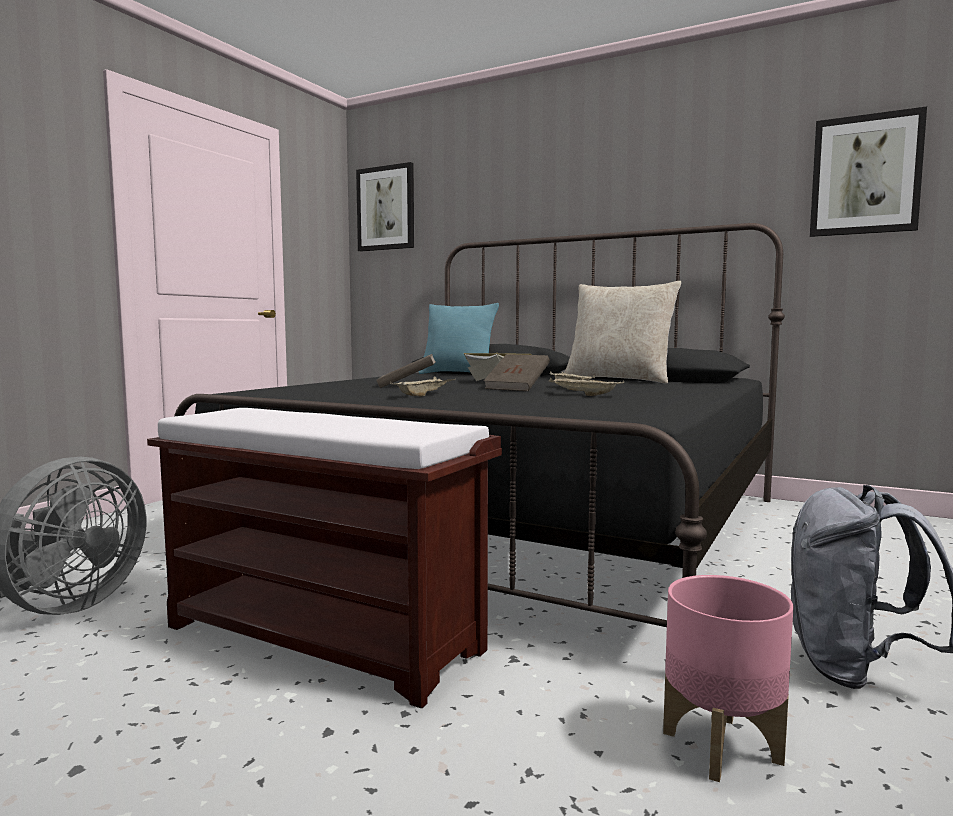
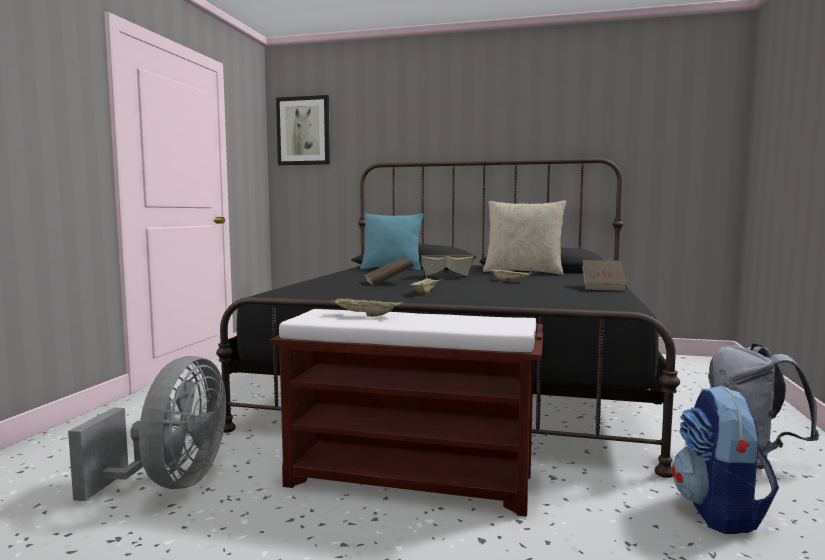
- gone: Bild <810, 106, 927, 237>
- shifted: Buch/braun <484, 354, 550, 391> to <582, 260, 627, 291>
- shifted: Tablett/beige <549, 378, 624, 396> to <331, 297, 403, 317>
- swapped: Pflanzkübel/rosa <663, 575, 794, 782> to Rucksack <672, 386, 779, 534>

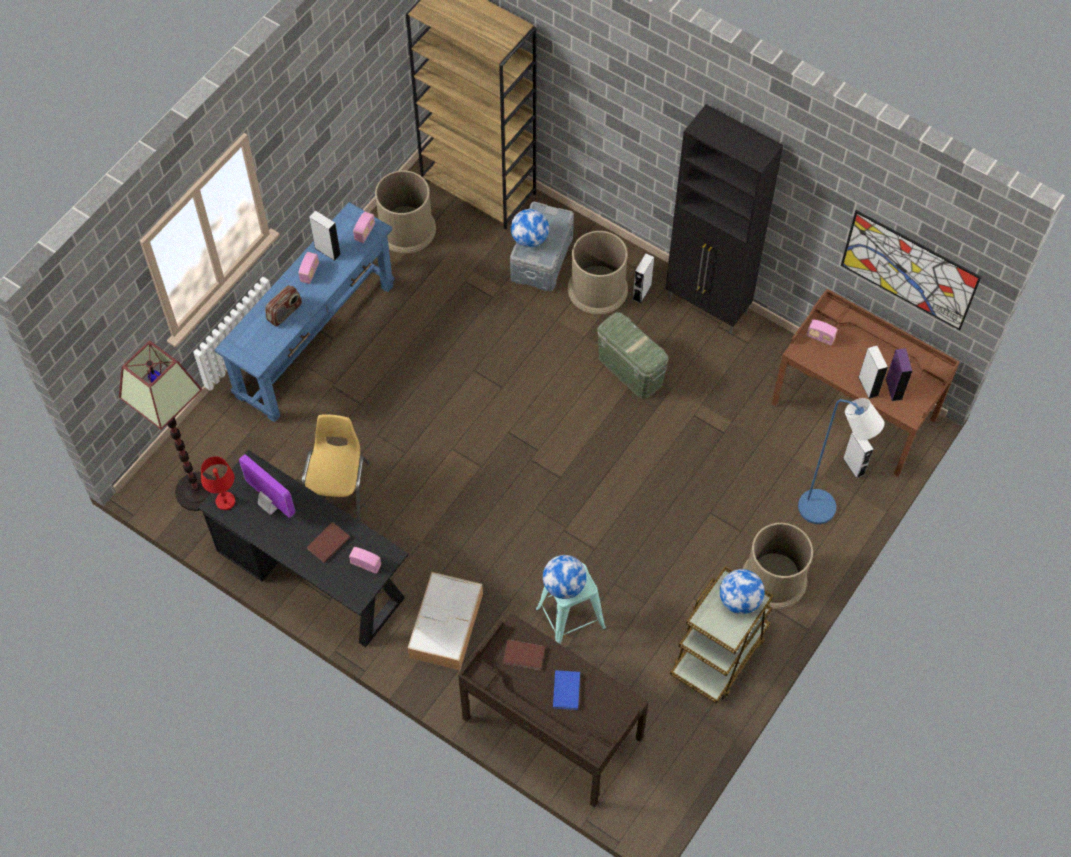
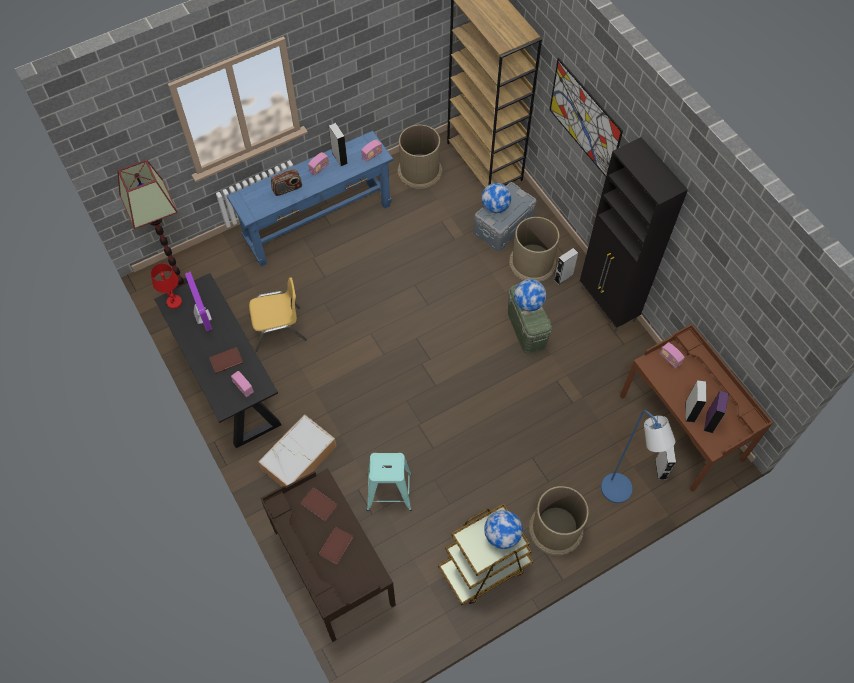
- shifted: Bild <841, 210, 981, 330> to <550, 58, 623, 177>
- rotated: Stuhl/gelb <302, 414, 369, 521> = <249, 277, 307, 352> 45 degrees clockwise
- shifted: Globus <543, 555, 587, 599> to <514, 279, 546, 311>
- repainted: Buch/blau <553, 670, 580, 710> to Buch/braun <319, 527, 353, 565>

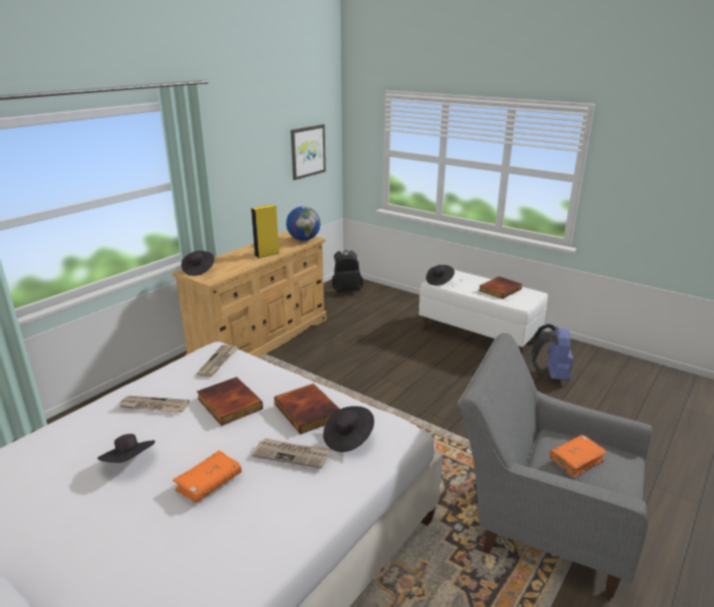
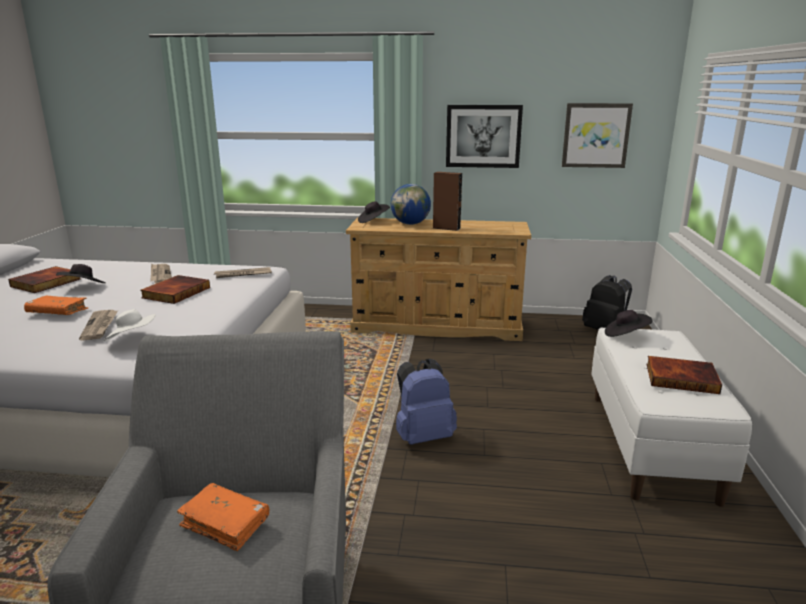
- repainted: Lautsprecher/gelb <251, 204, 279, 258> to Lautsprecher/braun <433, 172, 462, 231>
- shifted: Globus <286, 206, 320, 241> to <391, 184, 431, 225>
- shifted: Rucksack/blau <531, 324, 573, 381> to <396, 359, 457, 445>
- shifted: Buch <274, 383, 339, 434> to <8, 266, 81, 293>
- repainted: Hut/schwarz <323, 406, 374, 452> to Hut/weiß <104, 309, 156, 341>
- new: Bild <446, 105, 523, 168>

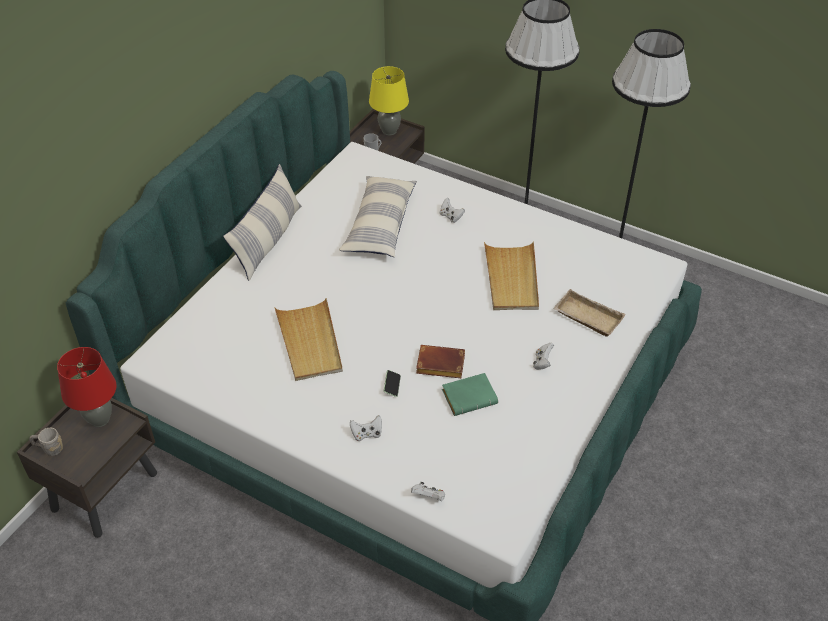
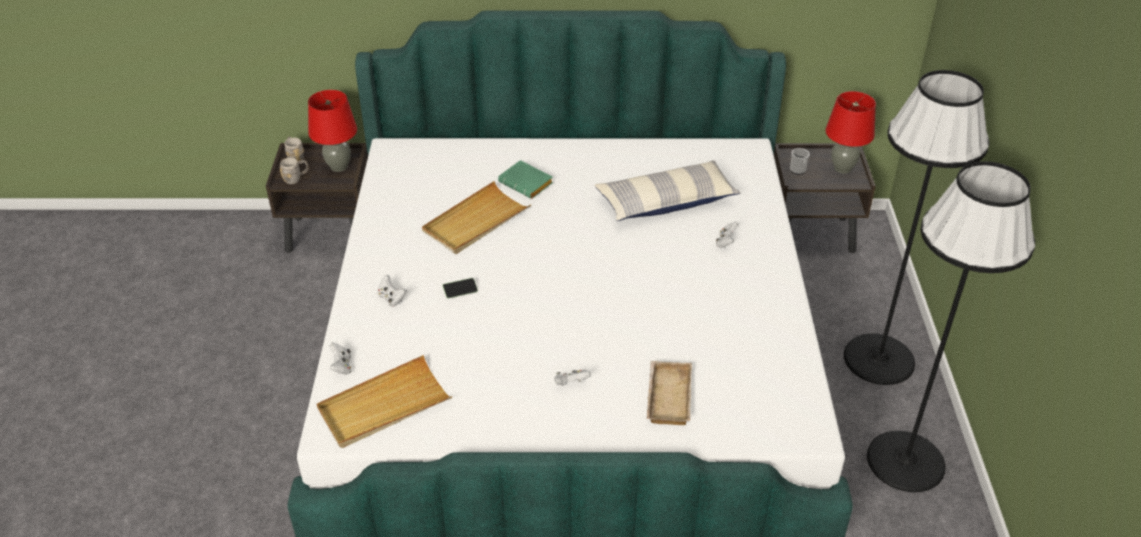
- repainted: Tischlampe/gelb <369, 66, 409, 136> to Tischlampe/rot <826, 91, 876, 173>
- gone: Kissen <223, 164, 301, 281>
- shifted: Tablett/beige <484, 242, 539, 310> to <317, 355, 452, 448>
- gone: Buch/braun <416, 345, 465, 378>
- shifted: Buch/grün <442, 373, 498, 416> to <498, 160, 553, 199>
- new: Henkelbecher/grau <280, 158, 309, 184>

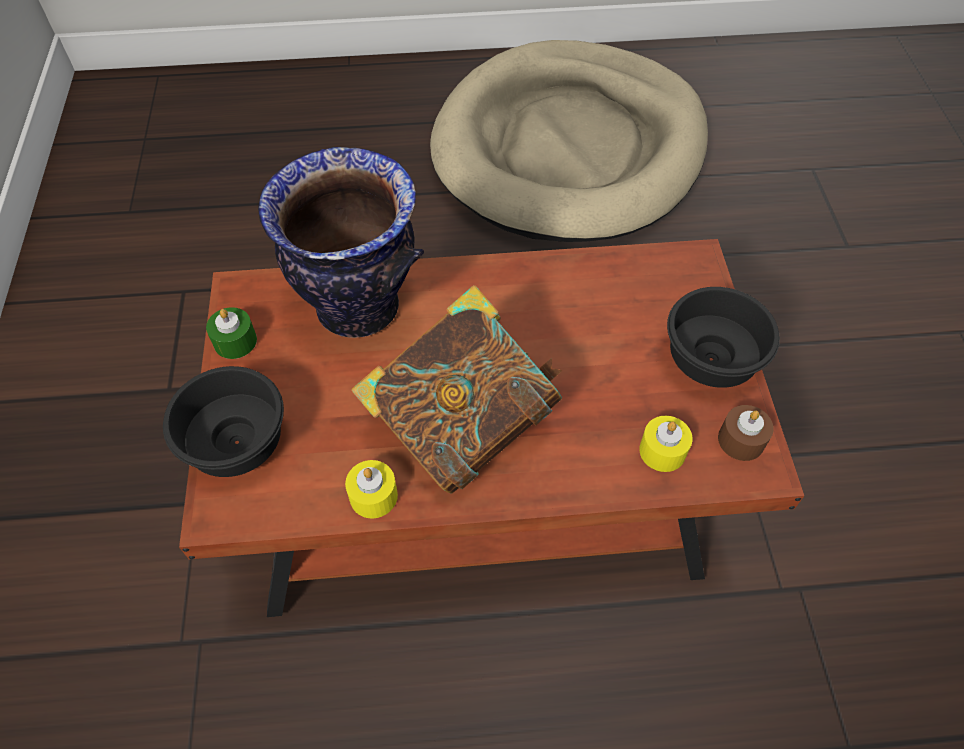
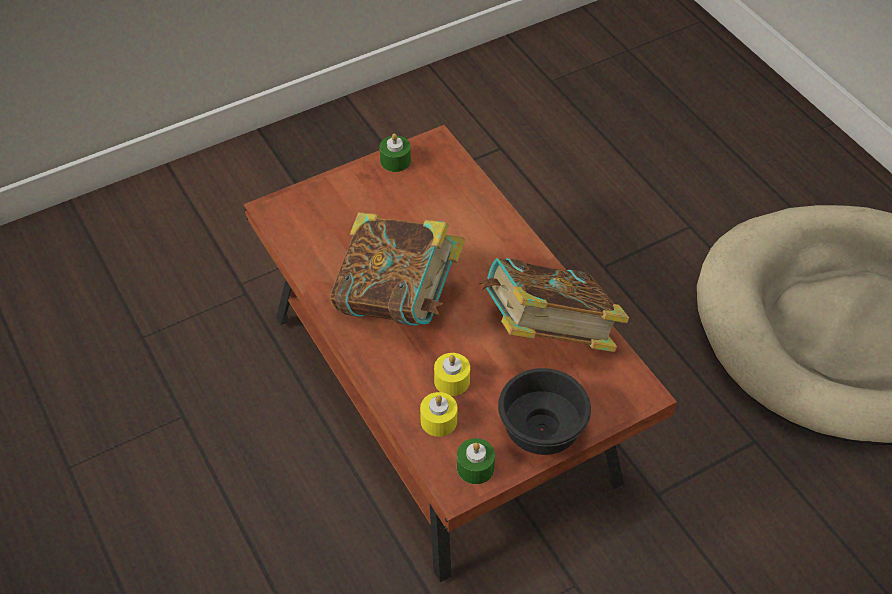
- gone: Vase <258, 147, 424, 338>
- gone: Schüssel/schwarz <163, 366, 284, 477>
- repainted: Kerze/braun <718, 405, 774, 461> to Kerze/grün <457, 438, 495, 484>
- shifted: Kerze/gelb <345, 460, 398, 519> to <434, 353, 470, 396>
- new: Buch <478, 258, 629, 352>

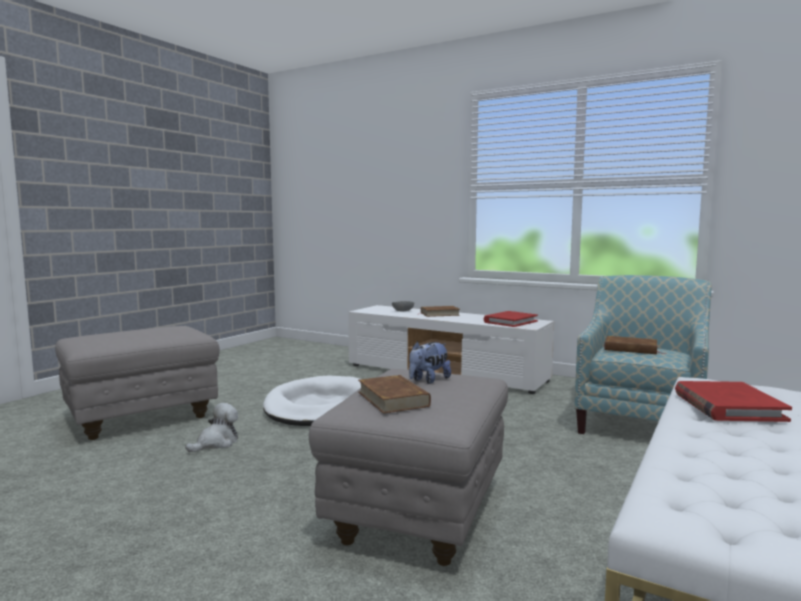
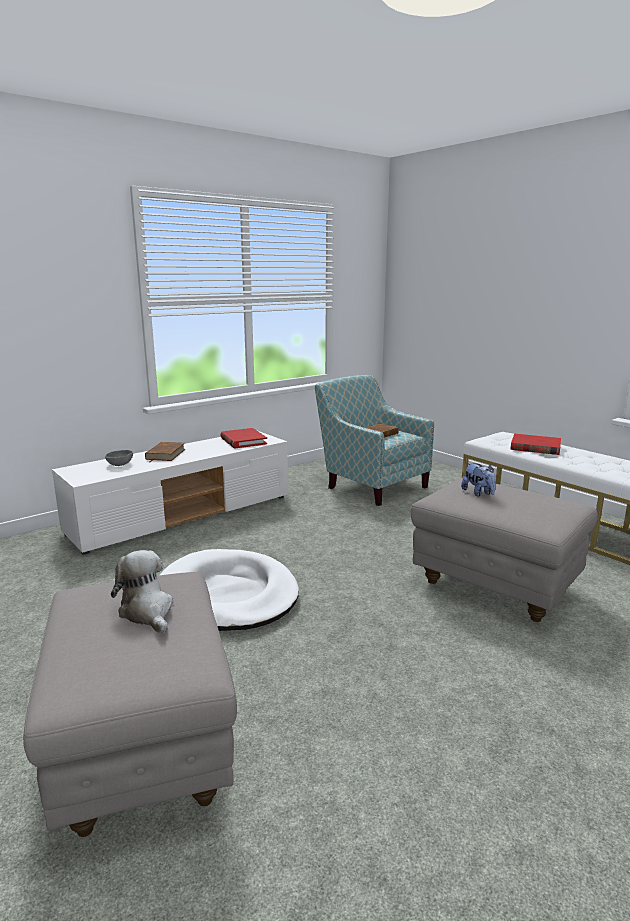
- gone: Buch/braun <358, 375, 431, 414>
- shifted: Plüschtier <185, 403, 238, 452> to <111, 550, 174, 634>

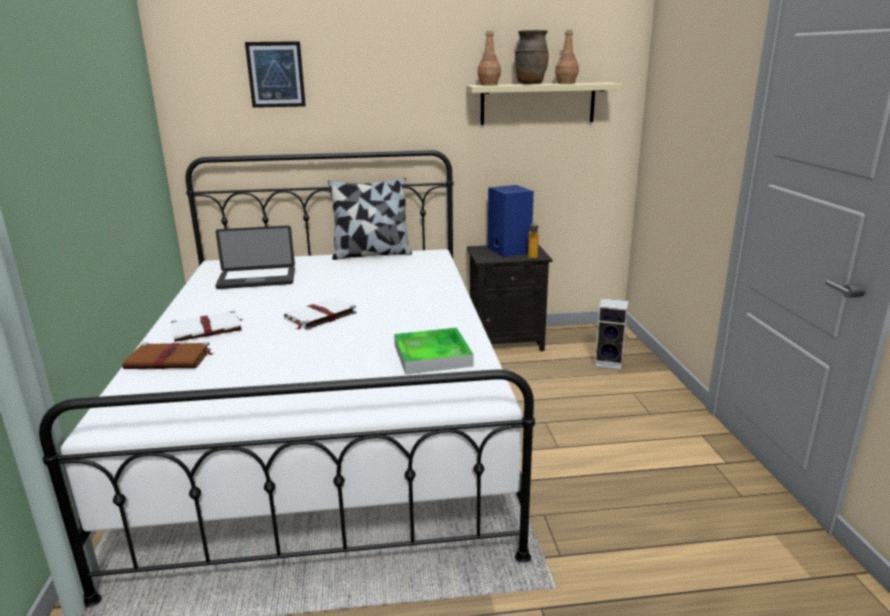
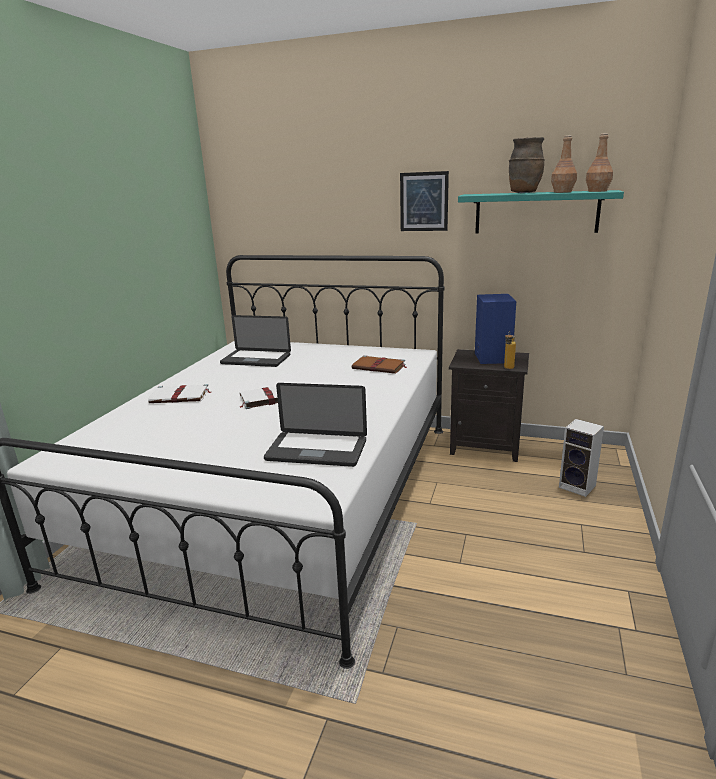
- shifted: Flasche/braun <477, 31, 501, 86> to <586, 133, 613, 192>
- shifted: Bild <245, 41, 306, 108> to <400, 171, 449, 231>
- repainted: Wandregal/beige <466, 82, 622, 125> to Wandregal/türkis <458, 190, 624, 234>
- gone: Kissen <328, 178, 412, 260>
- swapped: Tablett <394, 327, 473, 374> to Laptop <264, 383, 367, 467>
- shifted: Buch/braun <123, 342, 213, 369> to <352, 355, 406, 374>

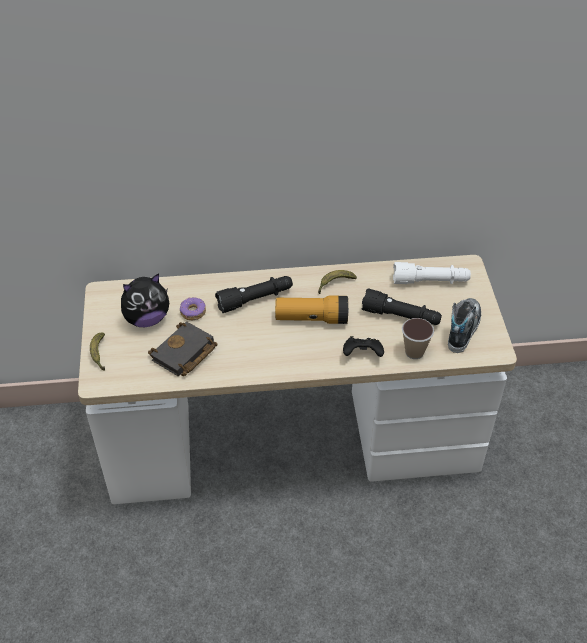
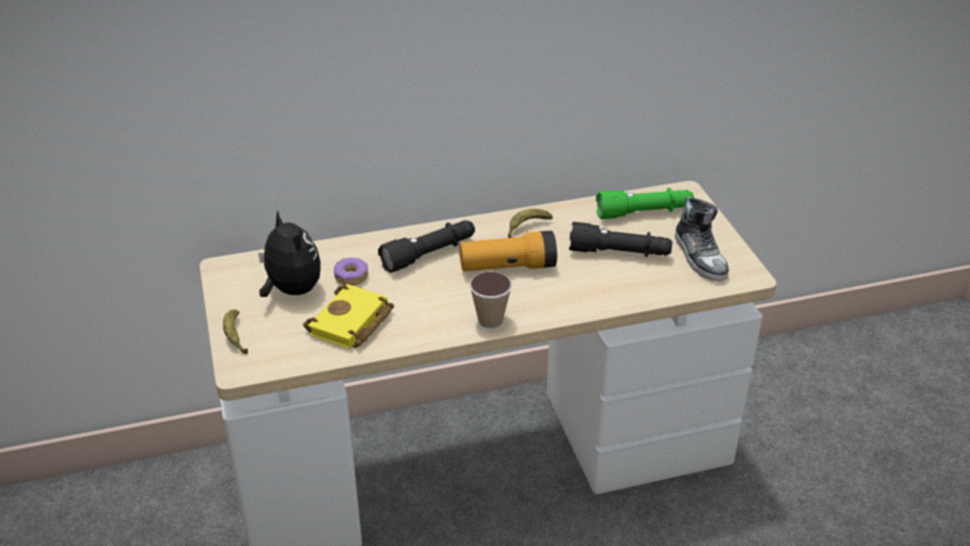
- repainted: Taschenlampe/weiß <393, 262, 471, 284> to Taschenlampe/grün <596, 188, 694, 219>
- rotated: Plüschtier <121, 273, 169, 327> = <258, 211, 321, 297> 90 degrees counterclockwise
- rotated: Schuh <448, 298, 481, 353> = <675, 197, 729, 281> 150 degrees clockwise
- shifted: Tasse <402, 318, 434, 359> to <469, 271, 512, 328>
- repainted: Buch/schwarz <148, 321, 218, 376> to Buch/gelb <303, 284, 394, 349>
- gone: Gamepad/schwarz <343, 336, 384, 357>

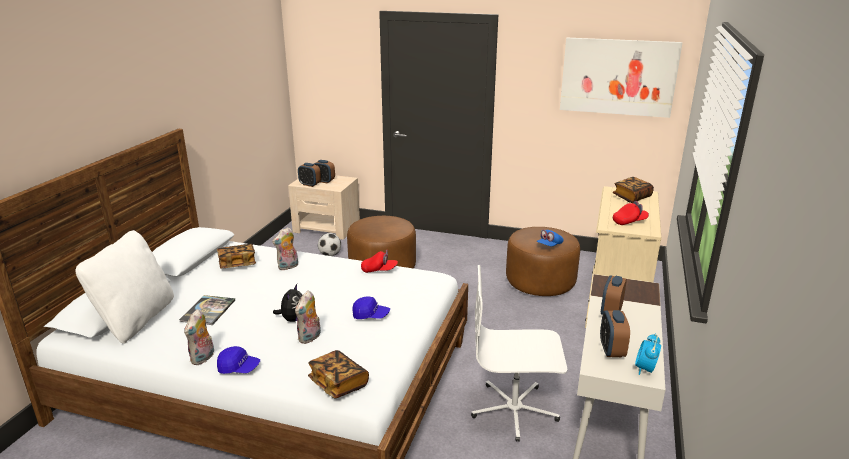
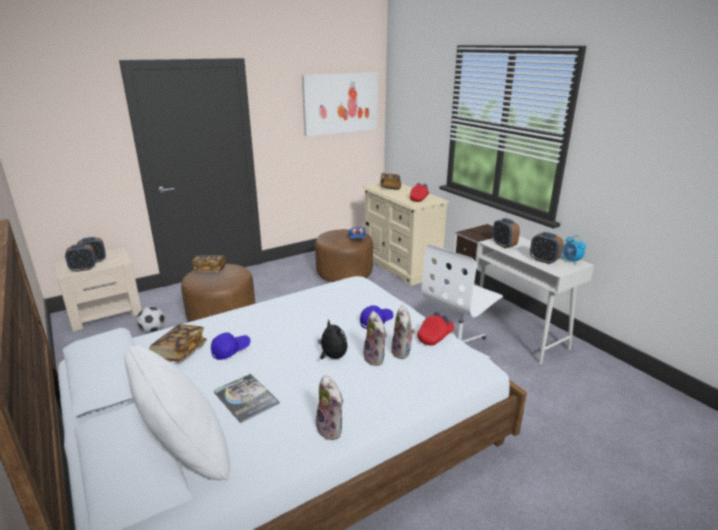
- shifted: Plüschtier <272, 227, 298, 270> to <391, 305, 415, 359>
- shifted: Kappe/rot <361, 250, 398, 273> to <417, 311, 454, 346>
- shifted: Kappe/blau <217, 346, 260, 374> to <211, 332, 251, 360>
- shifted: Buch <308, 350, 369, 398> to <192, 255, 225, 272>

